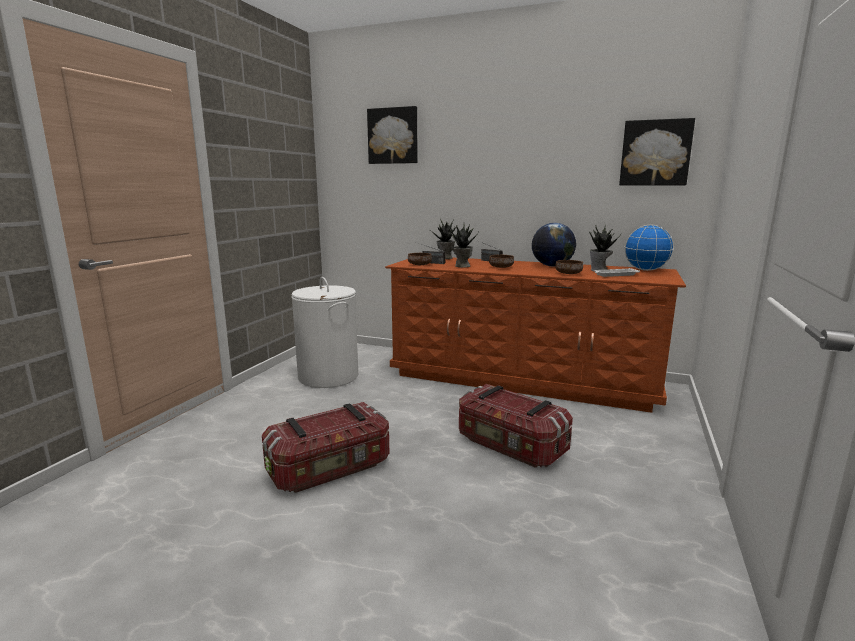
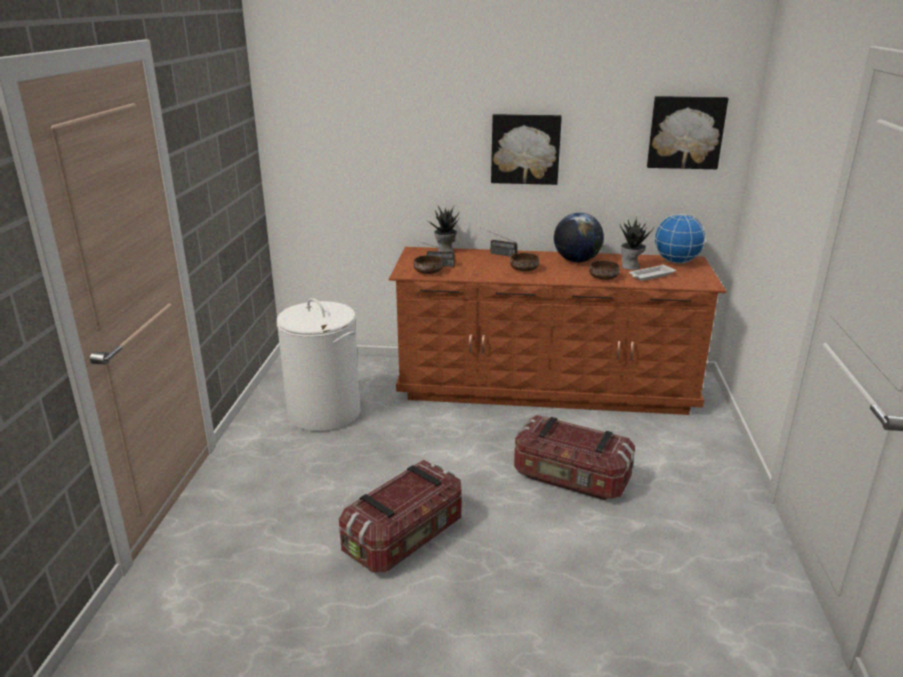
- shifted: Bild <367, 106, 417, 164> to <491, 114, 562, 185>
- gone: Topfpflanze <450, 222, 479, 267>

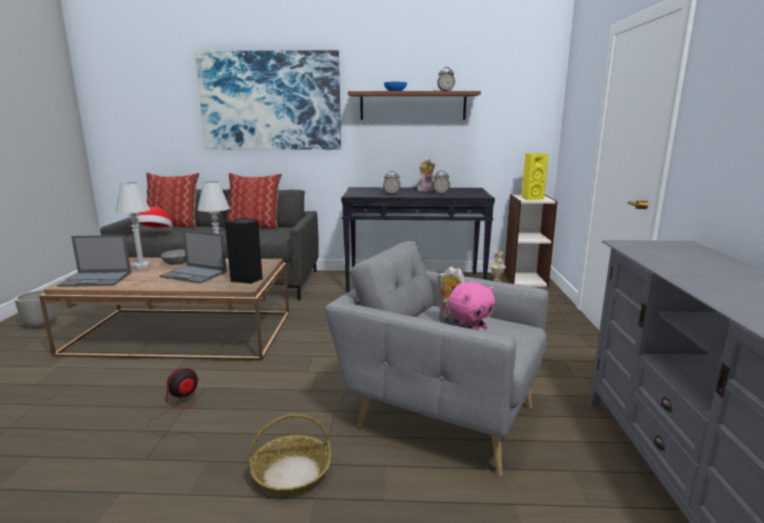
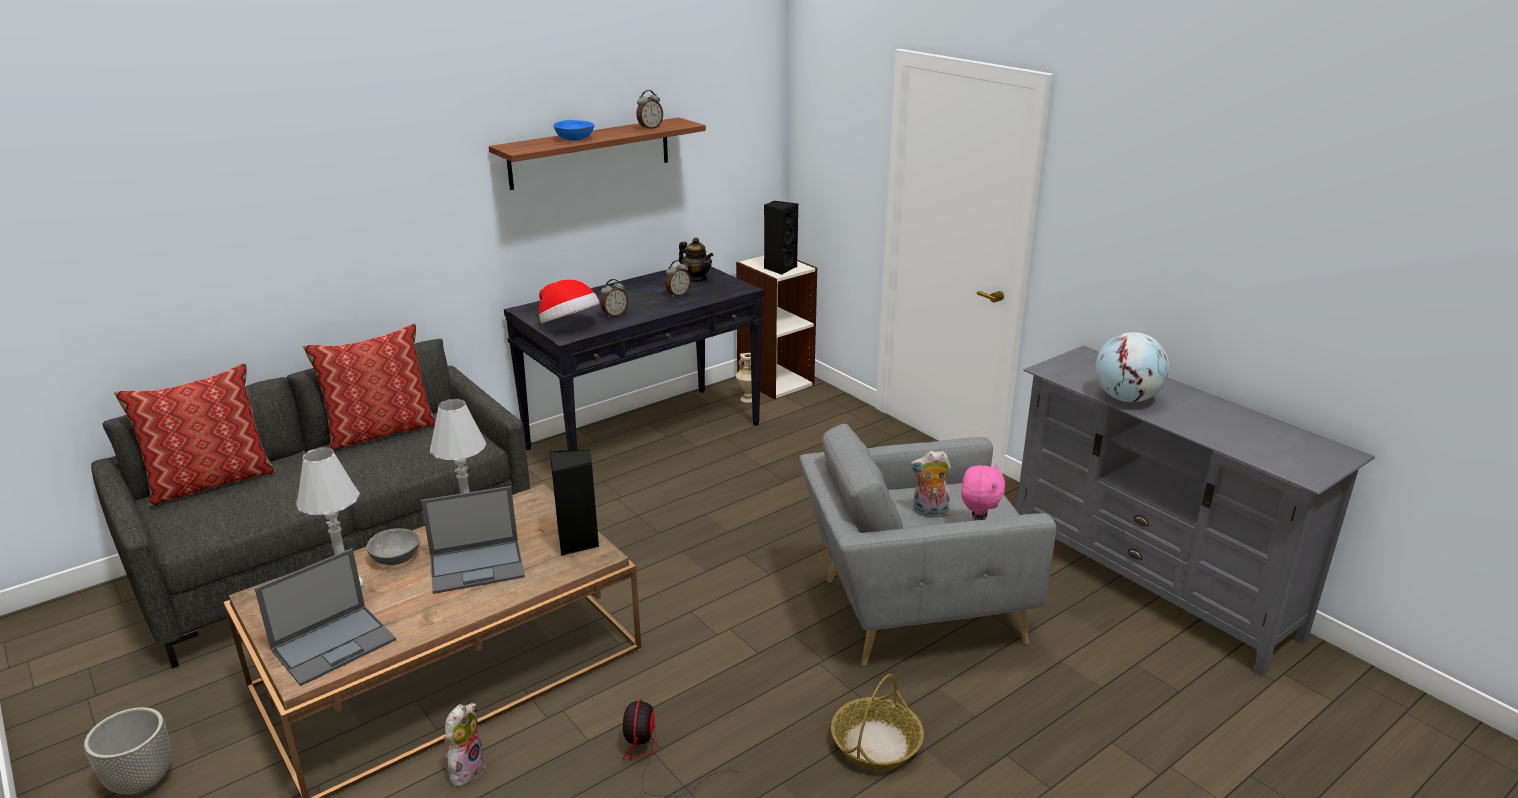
- gone: Bild <195, 50, 341, 150>
- repainted: Lautsprecher/gelb <521, 153, 548, 200> to Lautsprecher/schwarz <764, 201, 798, 275>
- shifted: Plüschtier <417, 157, 435, 191> to <444, 703, 486, 787>
- shifted: Hut <133, 207, 173, 232> to <539, 280, 600, 324>
- new: Teekanne <679, 237, 713, 282>
- new: Globus <1095, 332, 1169, 402>

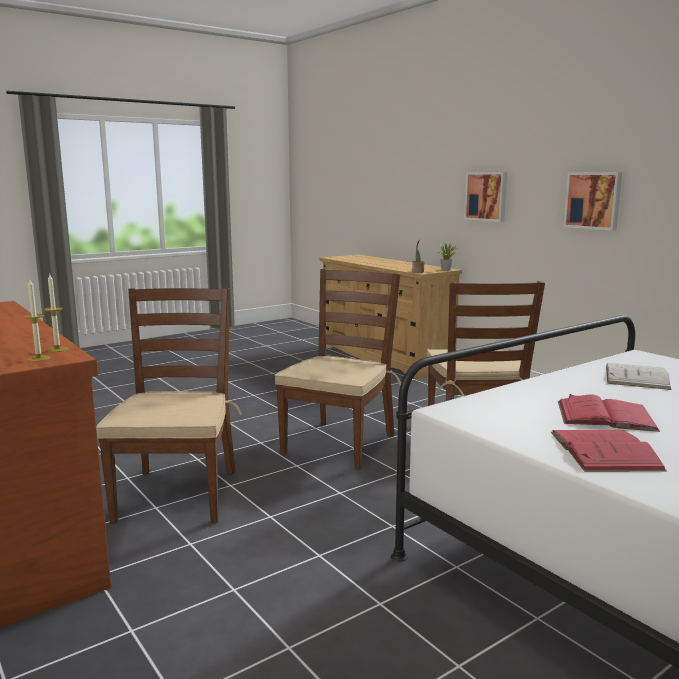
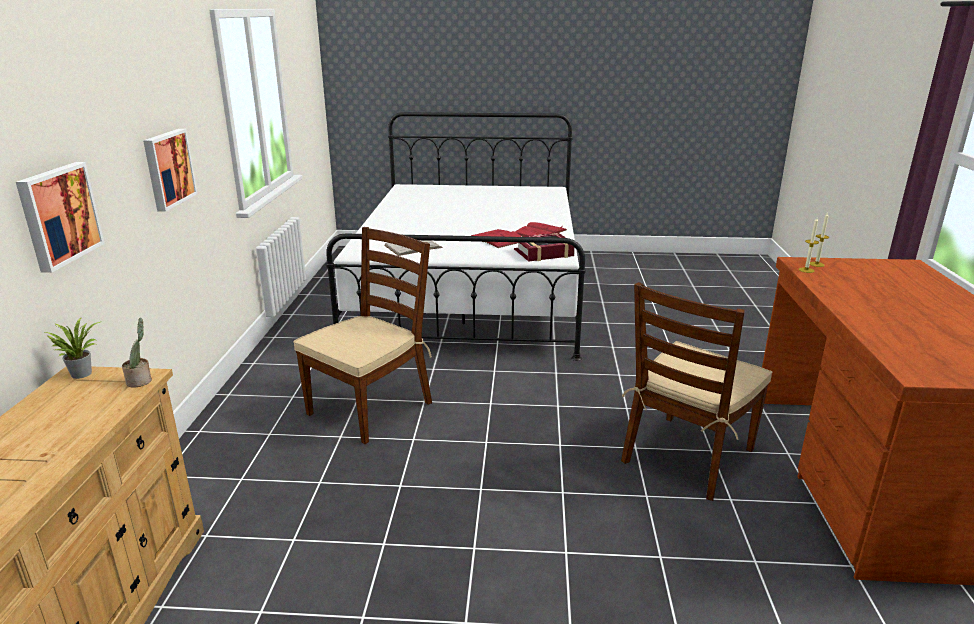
- gone: Stuhl/braun <275, 269, 401, 470>
- new: Buch <514, 233, 575, 262>

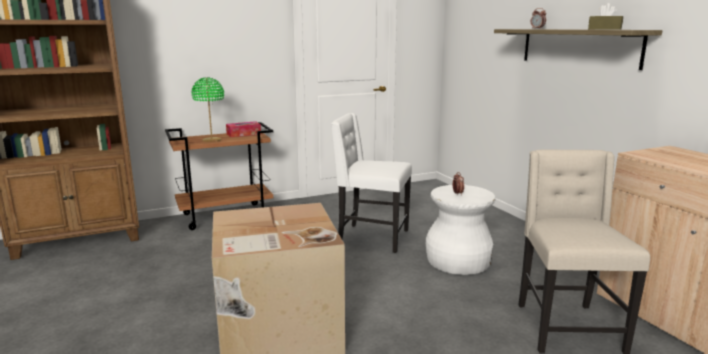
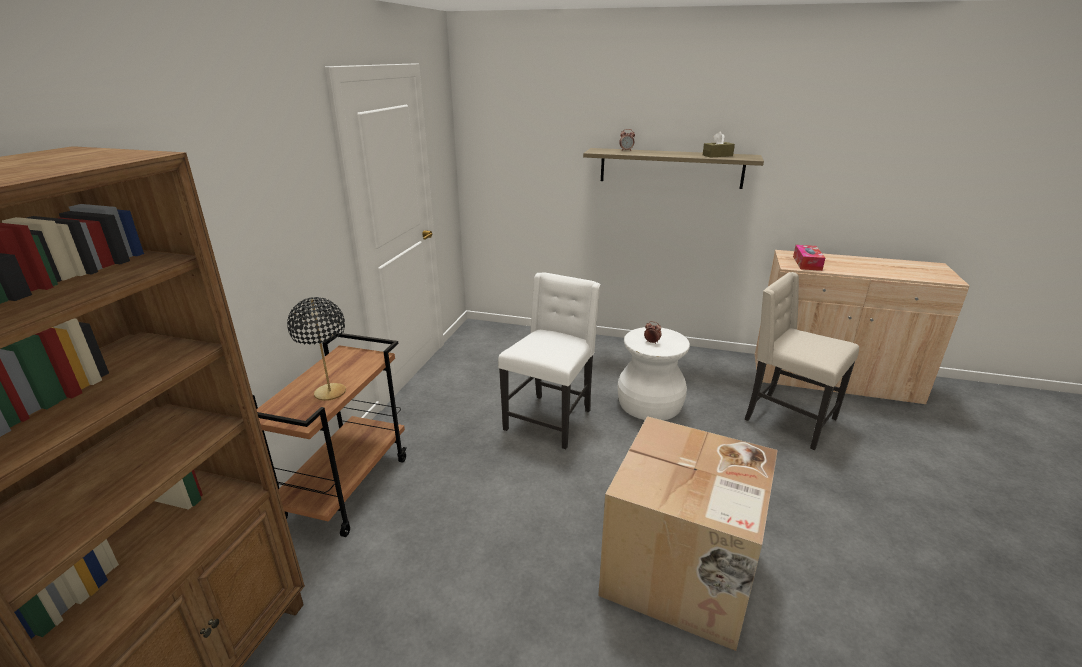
- repainted: Tischlampe/grün <192, 77, 224, 142> to Tischlampe/schwarz <287, 297, 346, 401>
- rotated: Stuhl/weiß <331, 113, 412, 253> = <498, 272, 601, 449> 150 degrees clockwise
- shifted: Taschentuchbox <226, 121, 261, 137> to <793, 245, 825, 271>

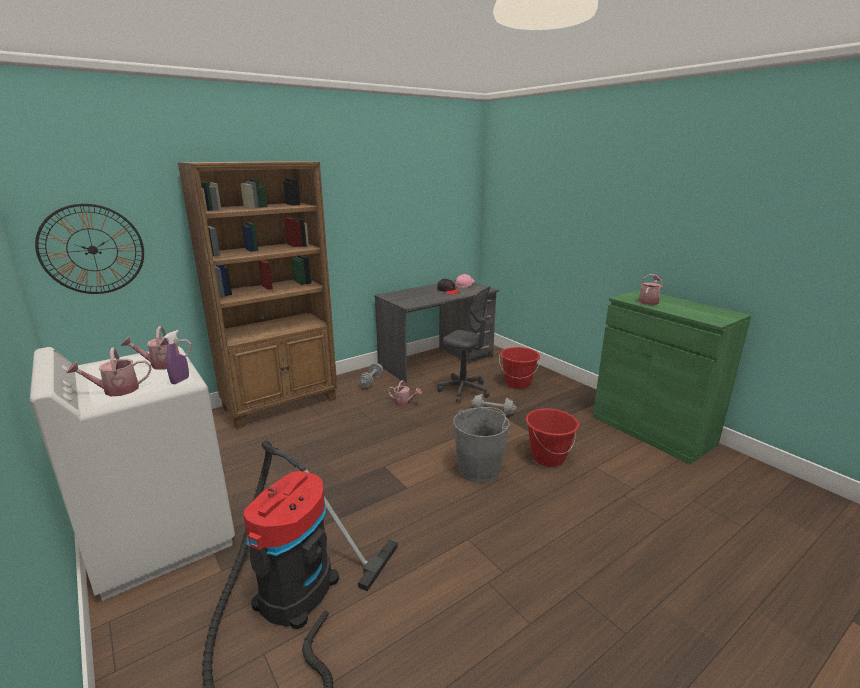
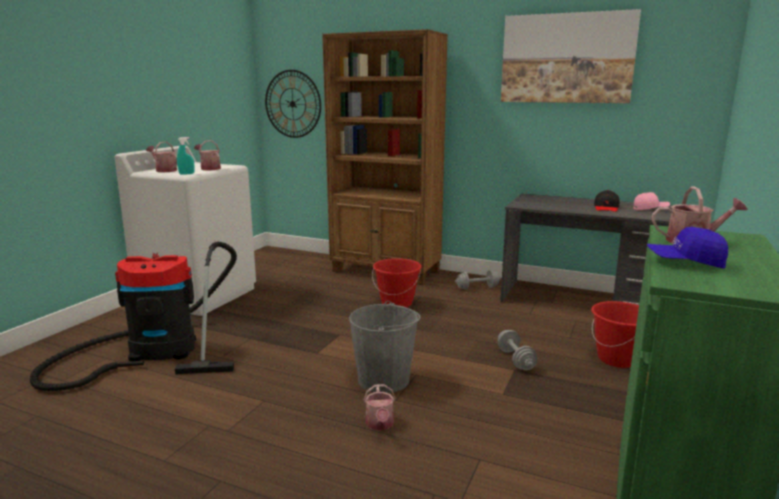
- gone: Bürostuhl/grau <437, 286, 491, 403>
- repainted: Sprühflasche/lila <164, 330, 189, 384> to Sprühflasche/türkis <177, 137, 195, 175>
- shifted: Gießkanne <388, 380, 422, 406> to <364, 384, 396, 430>
- shifted: Eimer/rot <526, 408, 579, 467> to <372, 258, 422, 308>
- new: Bild <501, 9, 641, 103>
- new: Kappe/blau <647, 227, 728, 269>

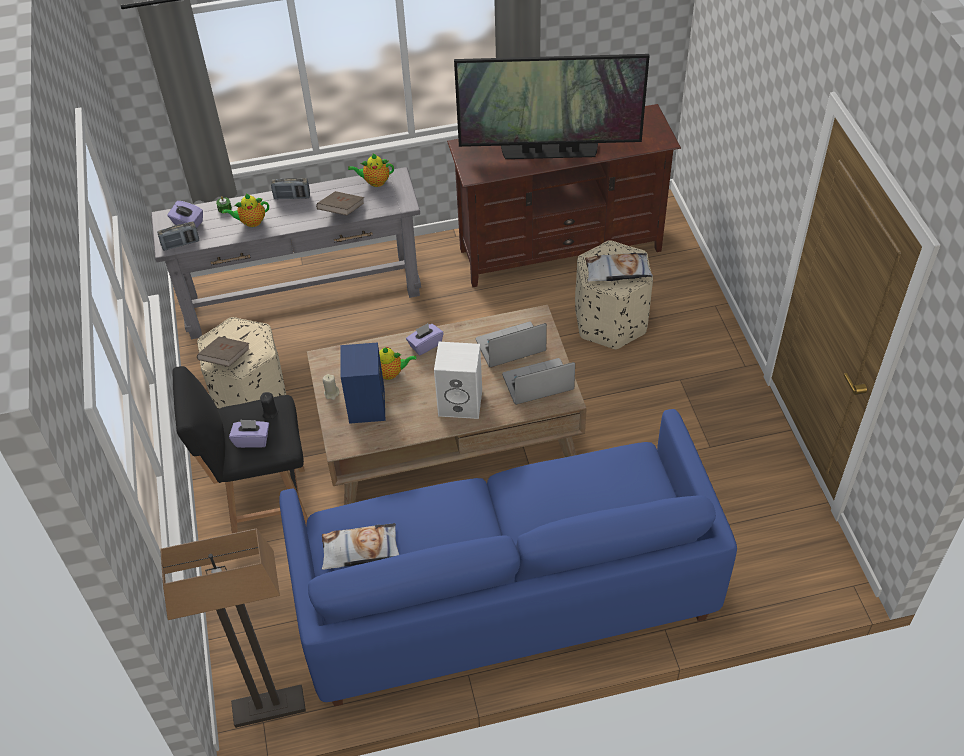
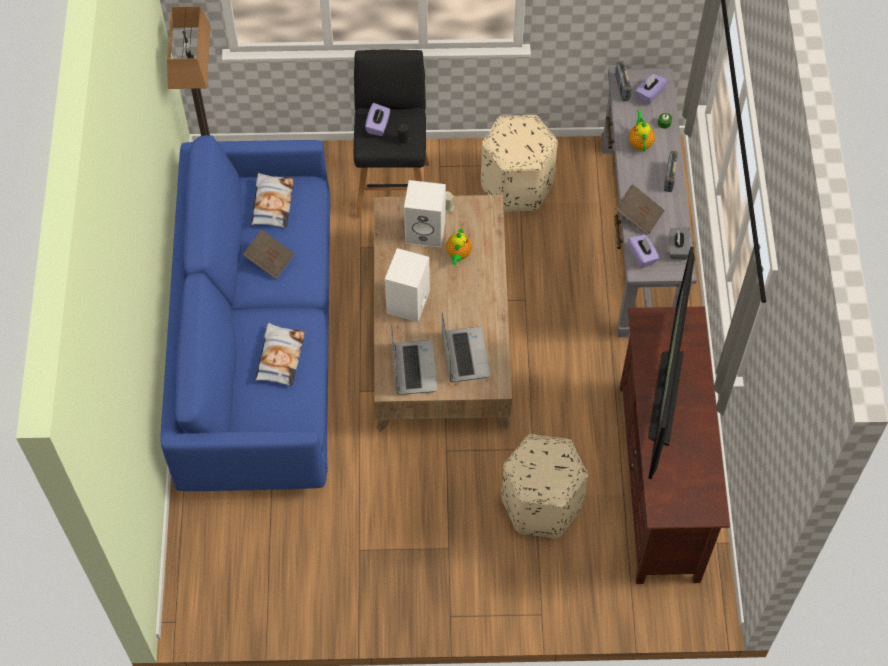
- swapped: Teekanne <348, 154, 394, 187> to Taschentuchbox/grau <669, 227, 691, 260>
- shifted: Kissen <585, 253, 653, 281> to <255, 323, 305, 386>
- shifted: Taschentuchbox/lila <406, 323, 444, 355> to <628, 234, 659, 268>
- shifted: Buch/braun <197, 337, 249, 367> to <243, 229, 294, 279>
- repainted: Lautsprecher/blau <341, 342, 385, 424> to Lautsprecher/weiß <404, 180, 446, 248>

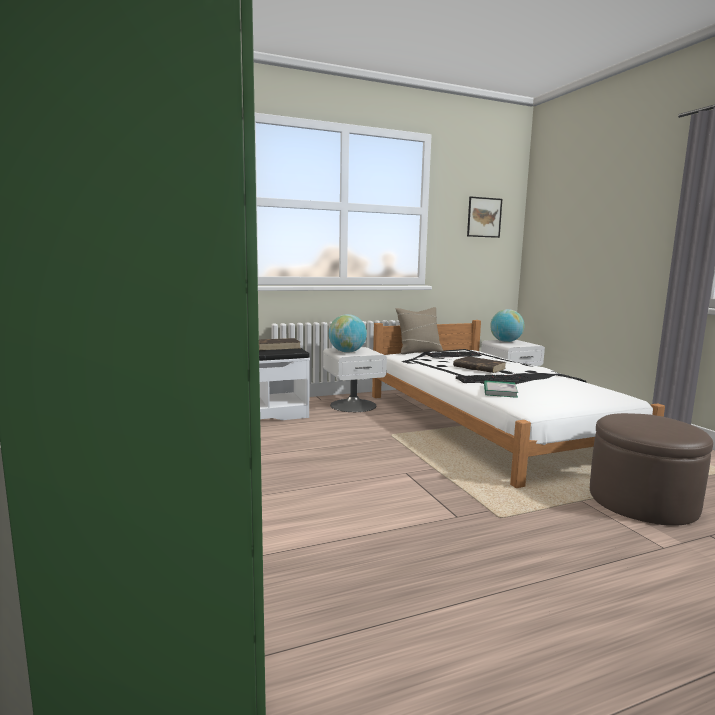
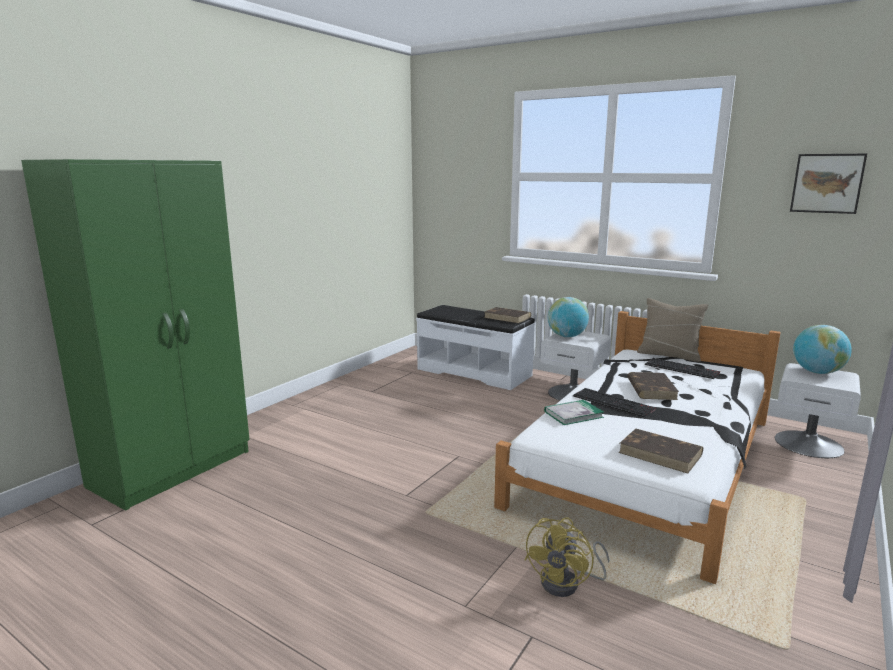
- swapped: Polsterhocker/braun <590, 413, 713, 526> to Ventilator/gelb <525, 517, 609, 597>
- new: Buch/braun <619, 429, 703, 474>

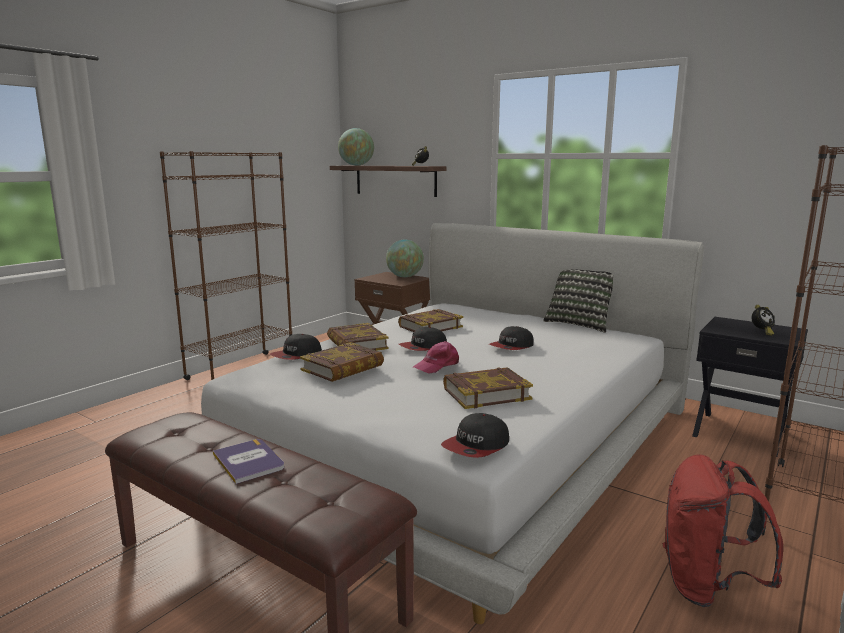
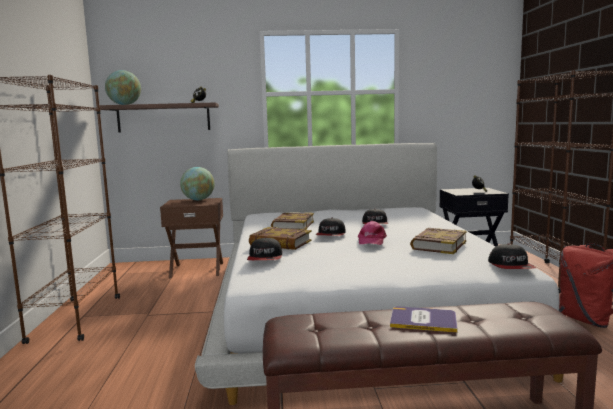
- gone: Kissen <543, 269, 613, 333>
- gone: Buch <300, 342, 384, 382>

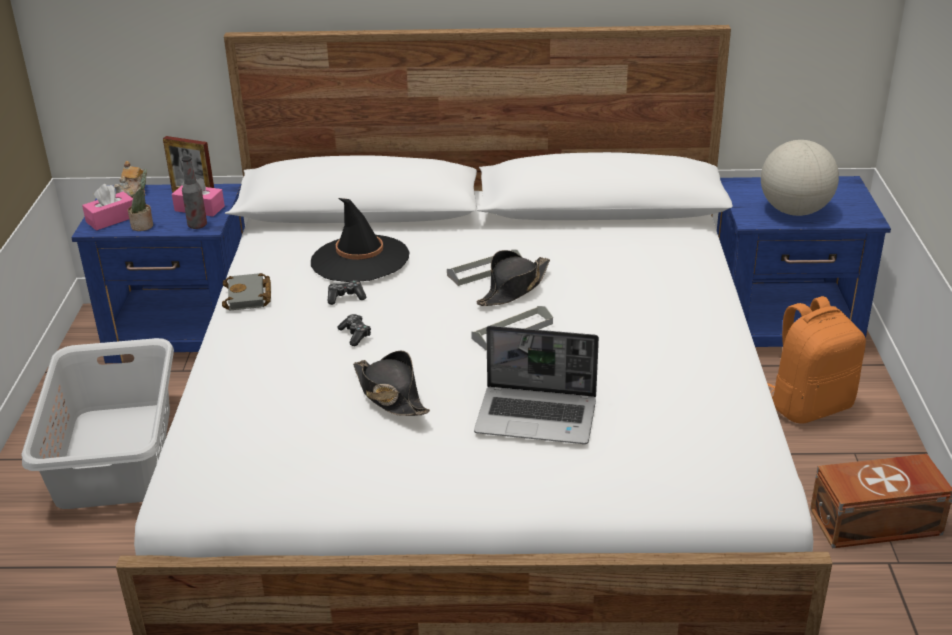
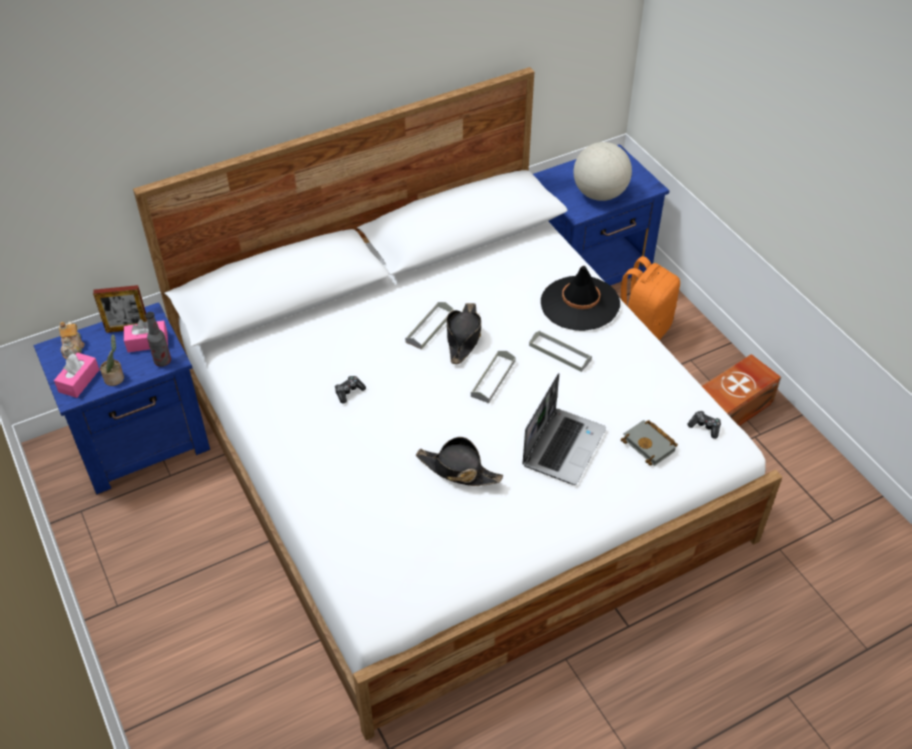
- shifted: Hut/schwarz <311, 198, 410, 282> to <541, 266, 620, 331>
- shifted: Buch/grau <222, 273, 271, 311> to <621, 420, 678, 466>
- shifted: Gamepad <337, 314, 371, 346> to <687, 411, 721, 439>
- rotated: Laptop <474, 326, 599, 444> = <522, 373, 606, 485> 45 degrees counterclockwise
- gone: Wäschekorb/grau <21, 338, 174, 509>
- new: Tablett/grau <529, 330, 592, 372>

